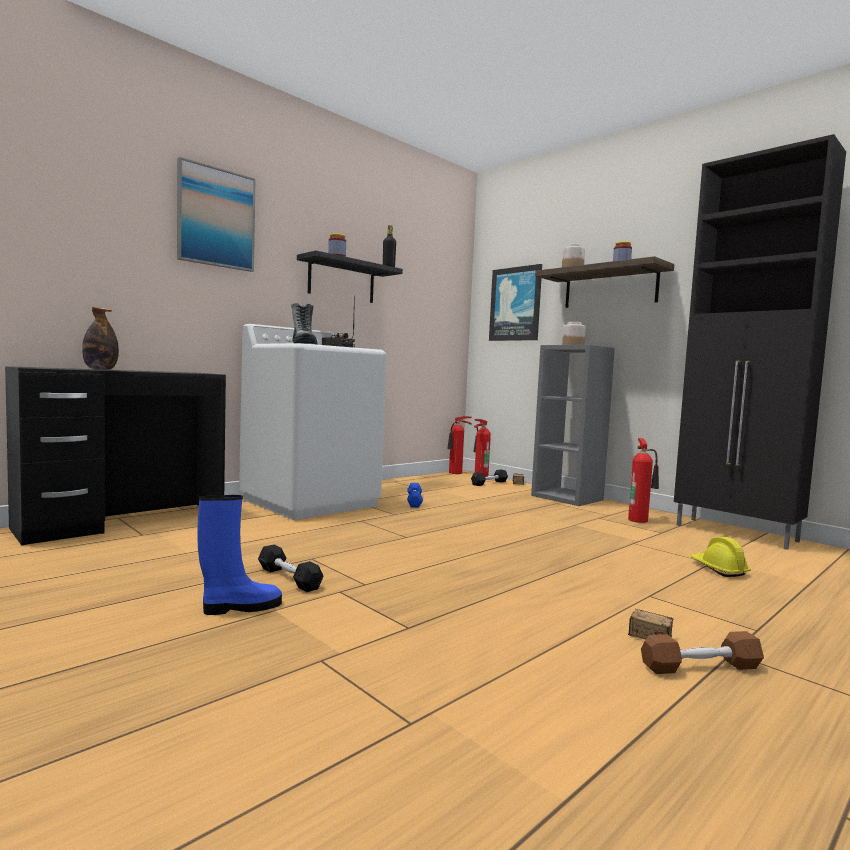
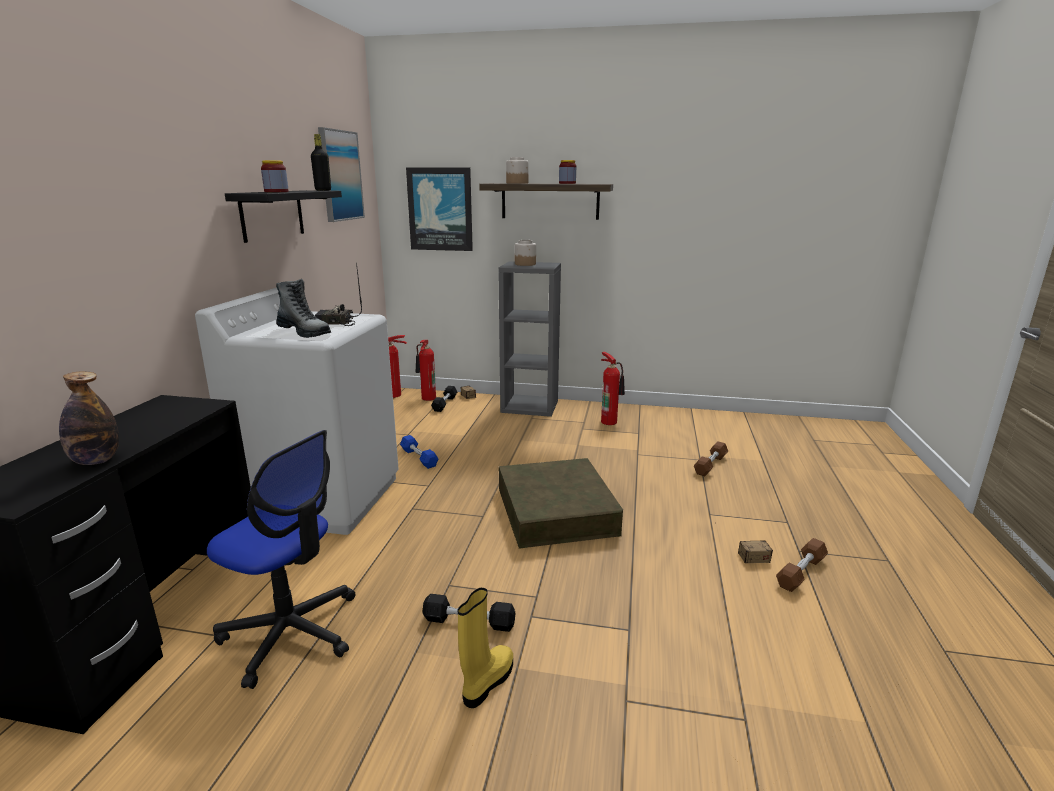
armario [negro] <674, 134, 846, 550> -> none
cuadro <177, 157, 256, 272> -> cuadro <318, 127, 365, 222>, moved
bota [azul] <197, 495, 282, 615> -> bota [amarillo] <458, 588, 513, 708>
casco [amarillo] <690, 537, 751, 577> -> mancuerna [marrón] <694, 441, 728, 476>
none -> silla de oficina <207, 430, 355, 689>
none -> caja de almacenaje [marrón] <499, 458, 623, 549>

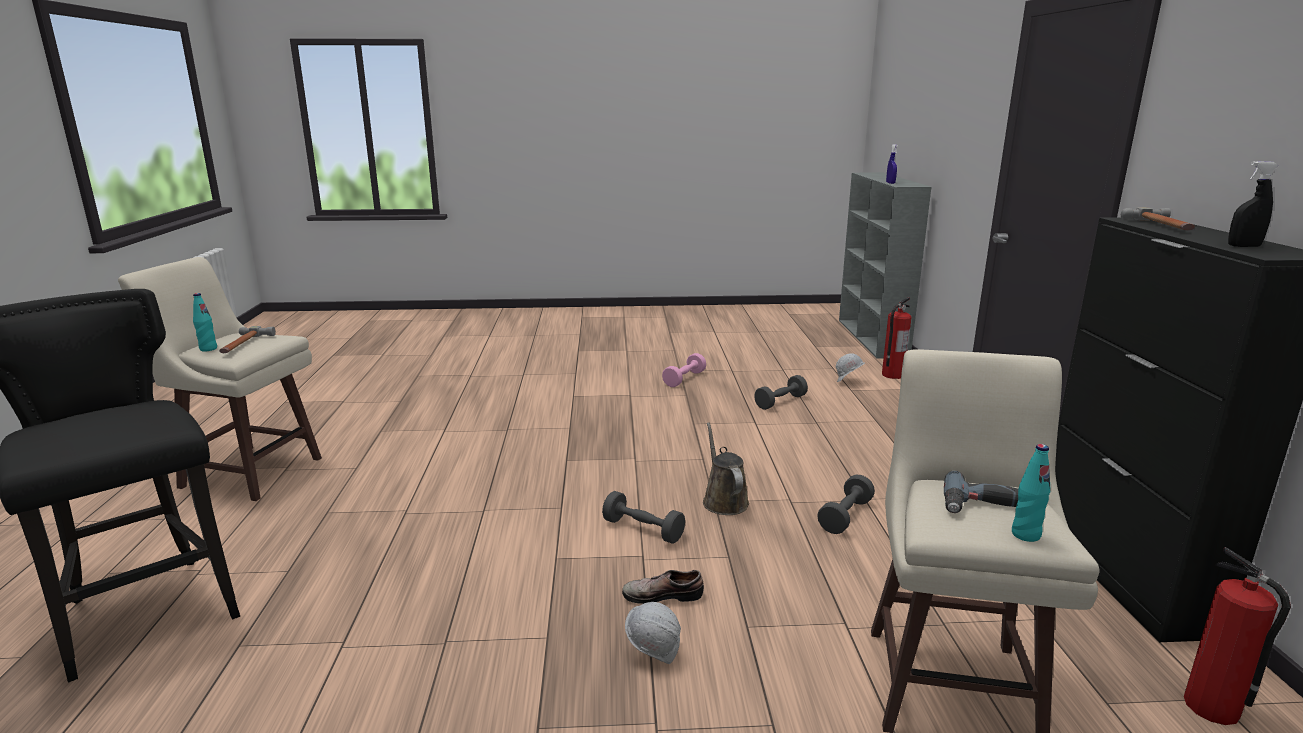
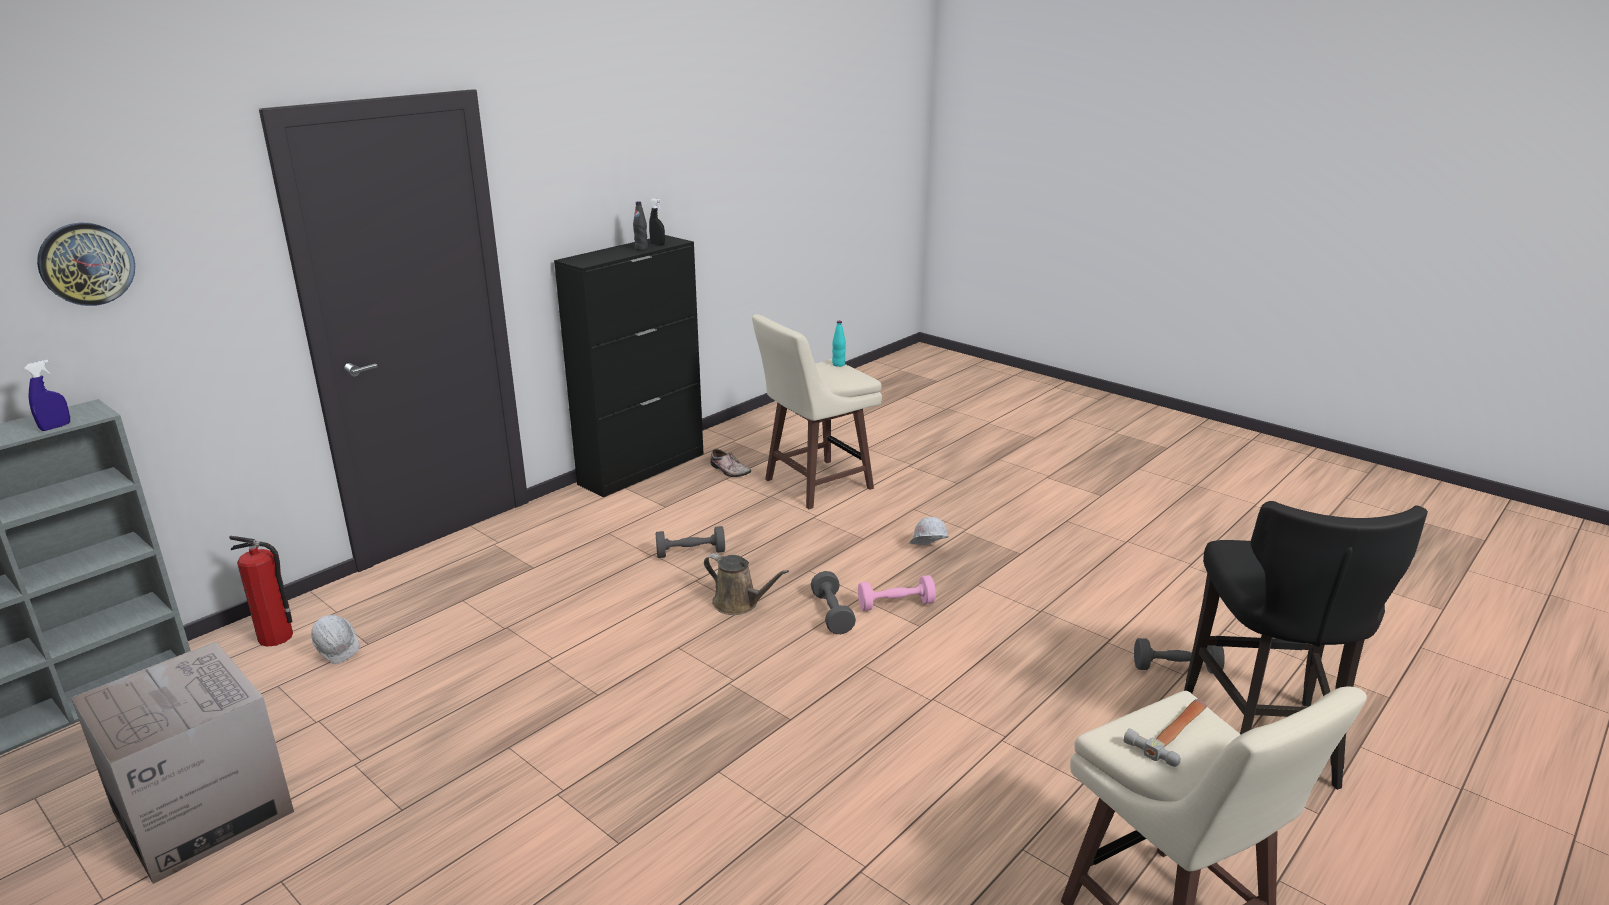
martillo <1121, 207, 1195, 231> -> none
botella [turquesa] <193, 293, 217, 351> -> none
mancuerna [rosa] <662, 353, 706, 387> -> mancuerna [rosa] <858, 575, 936, 611>, moved
mancuerna [gris] <754, 375, 808, 410> -> mancuerna [gris] <1134, 638, 1225, 673>, moved
regadera [marrón] <703, 422, 749, 515> -> regadera [marrón] <704, 553, 789, 615>, 90 degrees counterclockwise
taladro <944, 471, 1018, 513> -> none
extintor <1184, 547, 1291, 725> -> none
zapato <622, 570, 704, 604> -> zapato <710, 449, 751, 477>, moved
none -> botella [negro] <633, 201, 648, 251>
none -> reloj de pared <37, 222, 135, 306>
none -> caja de cartón <71, 641, 294, 884>

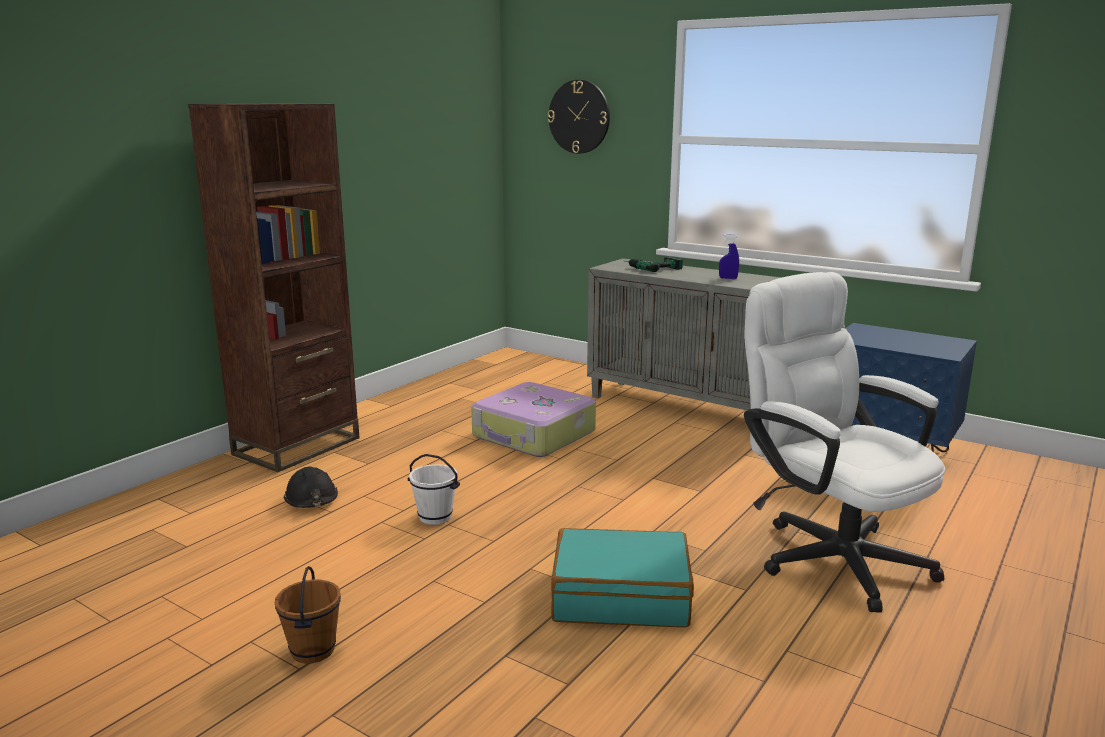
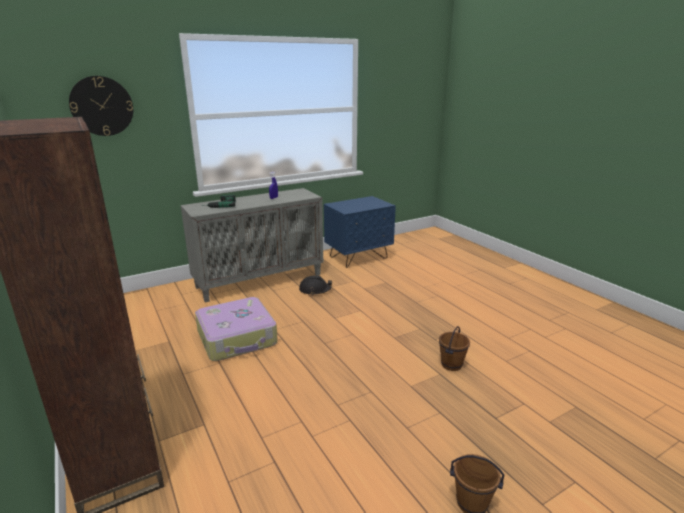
silla de oficina [blanco] <744, 272, 946, 613> -> none
cubo [blanco] <407, 454, 460, 525> -> none
casco [negro] <284, 467, 338, 508> -> casco [negro] <299, 275, 332, 296>, moved
maleta [turquesa] <551, 528, 694, 627> -> cubo [marrón] <439, 326, 470, 371>

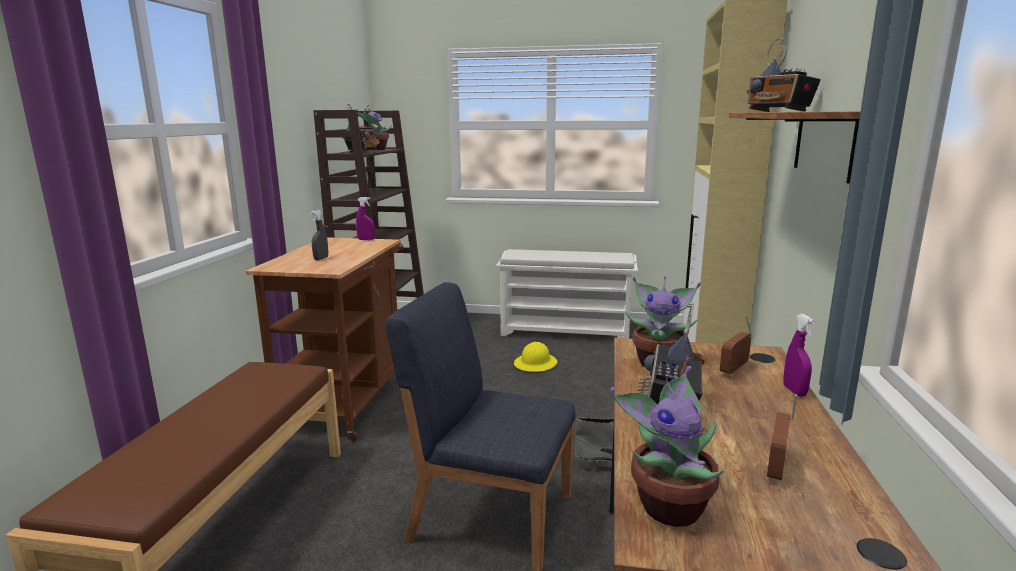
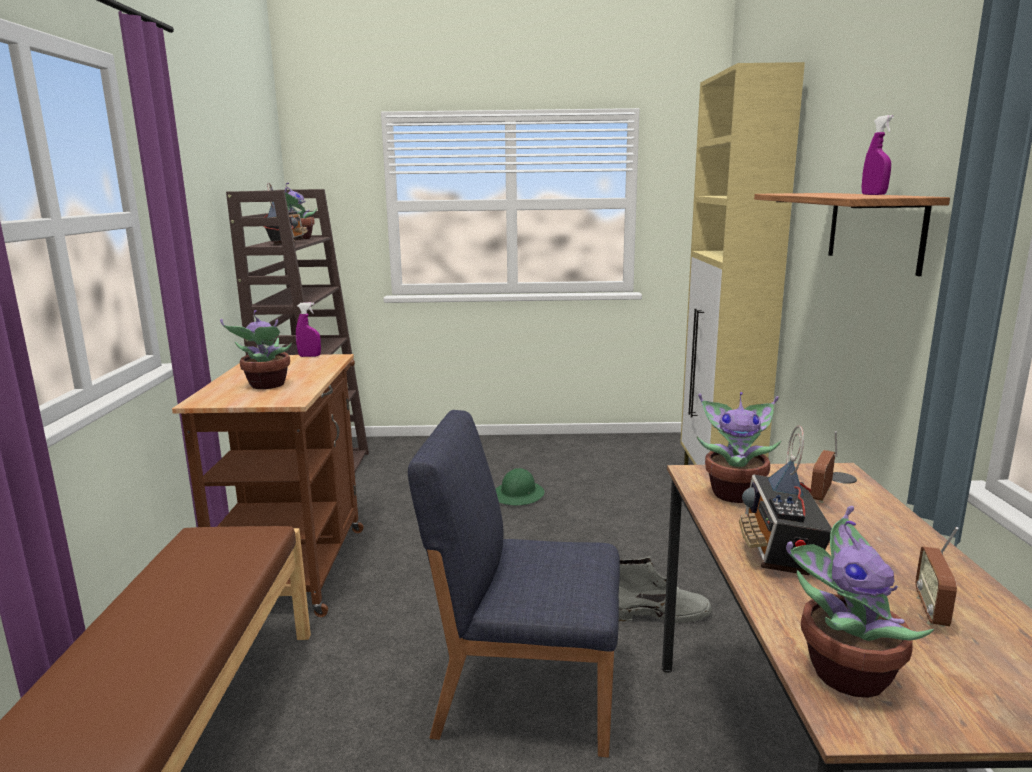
radio <747, 38, 821, 112> -> none
pulverizador [gris] <311, 210, 328, 260> -> planta en maceta <220, 310, 292, 389>
zapatero [blanco] <496, 249, 638, 339> -> none
pulverizador [morado] <783, 314, 815, 397> -> pulverizador [morado] <862, 115, 894, 195>, moved
casco [amarillo] <514, 342, 557, 372> -> casco [verde] <496, 468, 545, 505>

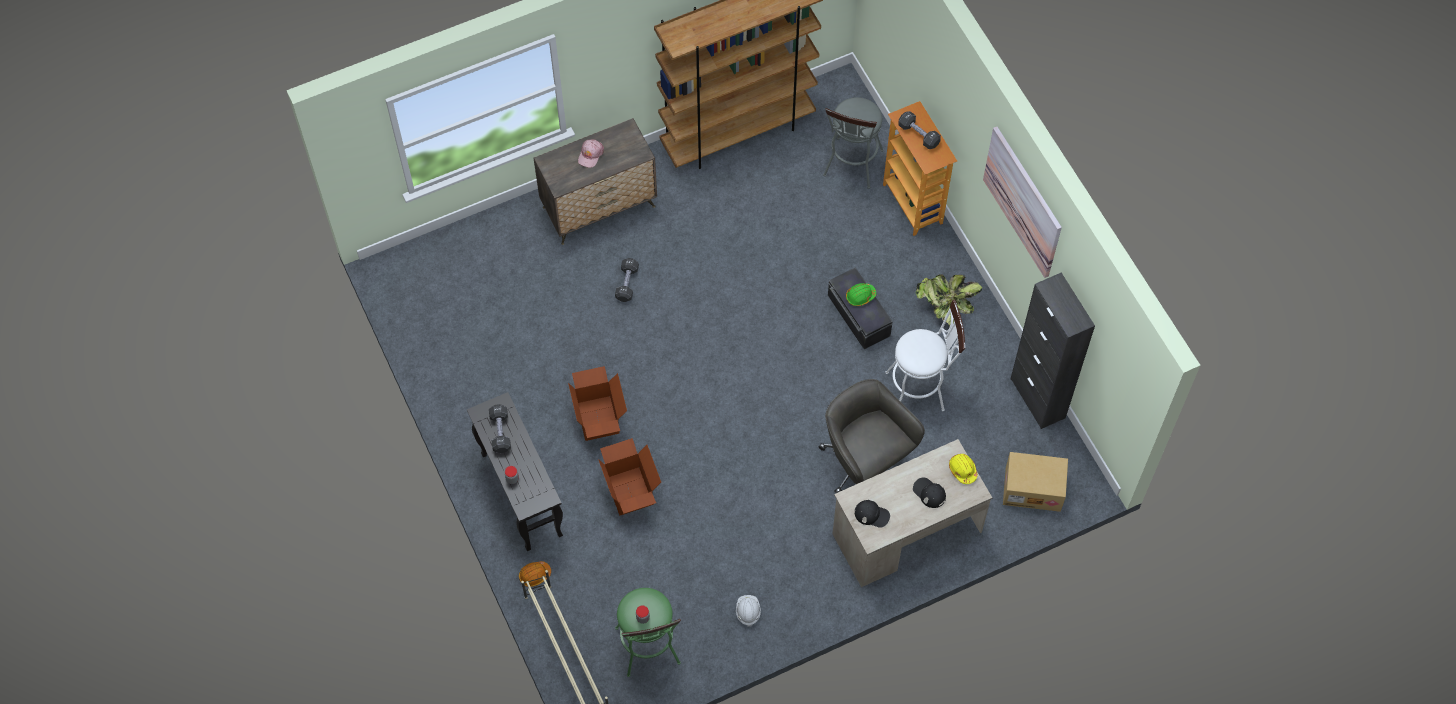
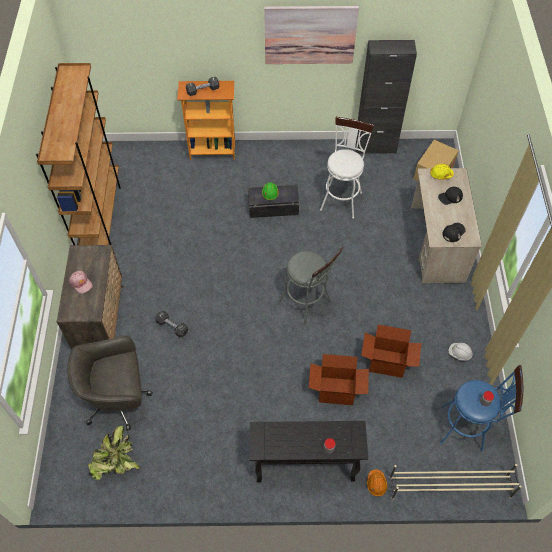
taburete [gris] <823, 97, 883, 189> -> taburete [gris] <278, 247, 344, 325>, moved
planta en maceta <916, 274, 982, 327> -> planta en maceta <88, 426, 140, 480>, moved
caja de cartón <568, 366, 627, 441> -> caja de cartón <361, 325, 422, 378>, moved
silla de oficina [gris] <819, 379, 925, 493> -> silla de oficina [gris] <67, 336, 153, 431>, moved
mancuerna [negro] <489, 404, 511, 453> -> none
taburete [verde] <615, 588, 681, 677> -> taburete [azul] <440, 365, 523, 451>

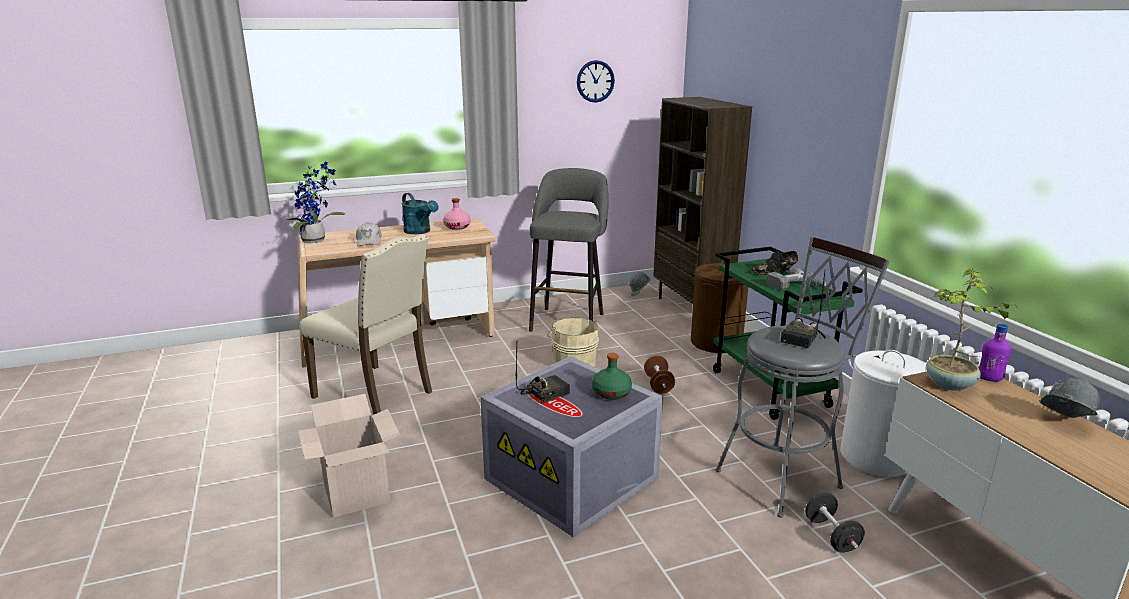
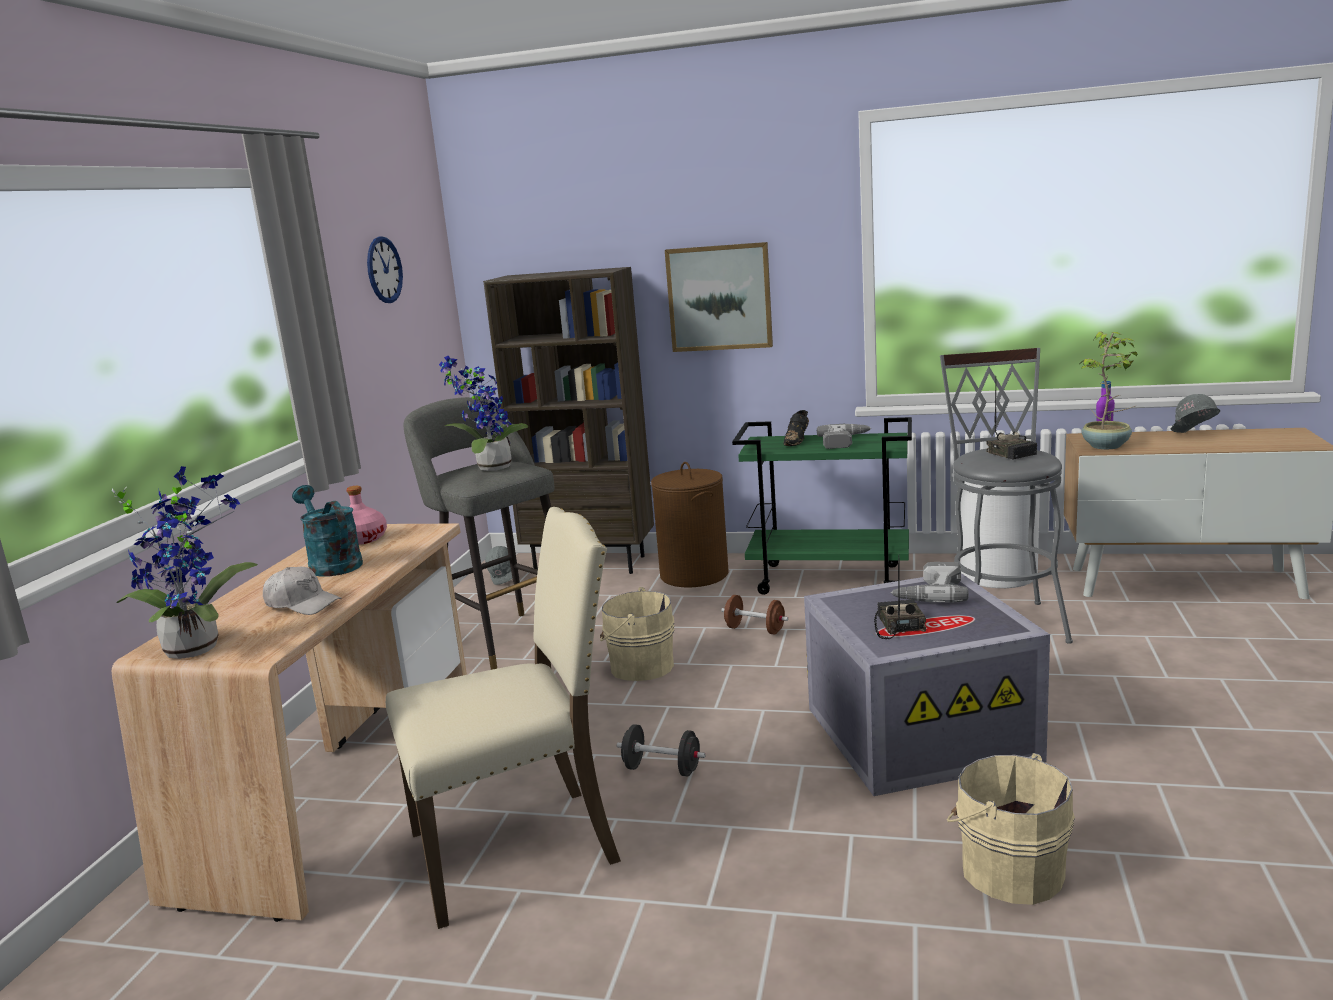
regadera [turquesa] <402, 193, 439, 234> -> regadera [turquesa] <292, 485, 363, 577>, 120 degrees counterclockwise
botella [verde] <592, 353, 632, 400> -> taladro <891, 562, 969, 603>
caja de cartón <298, 394, 400, 517> -> none
mancuerna [negro] <805, 492, 865, 553> -> mancuerna [negro] <617, 724, 706, 777>, moved
none -> cuadro <665, 242, 773, 352>
none -> planta en maceta <439, 356, 529, 471>
none -> cubo [beis] <947, 753, 1075, 905>

